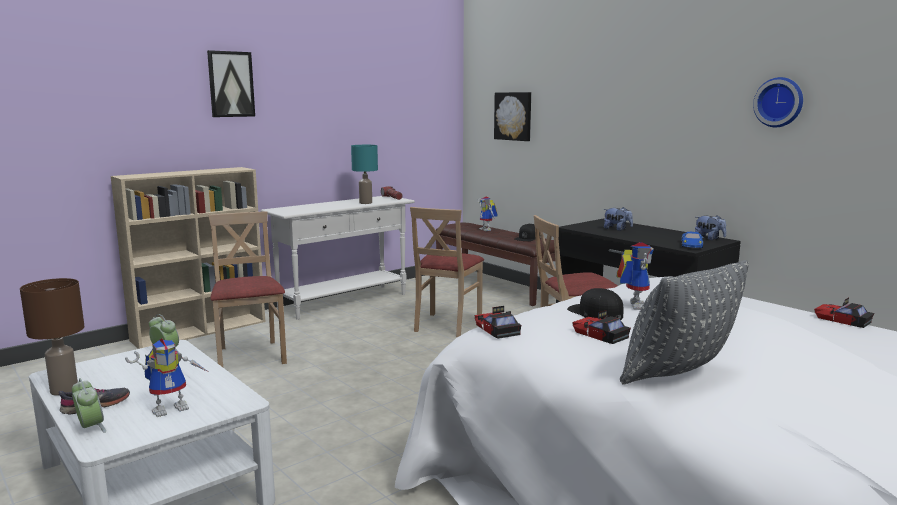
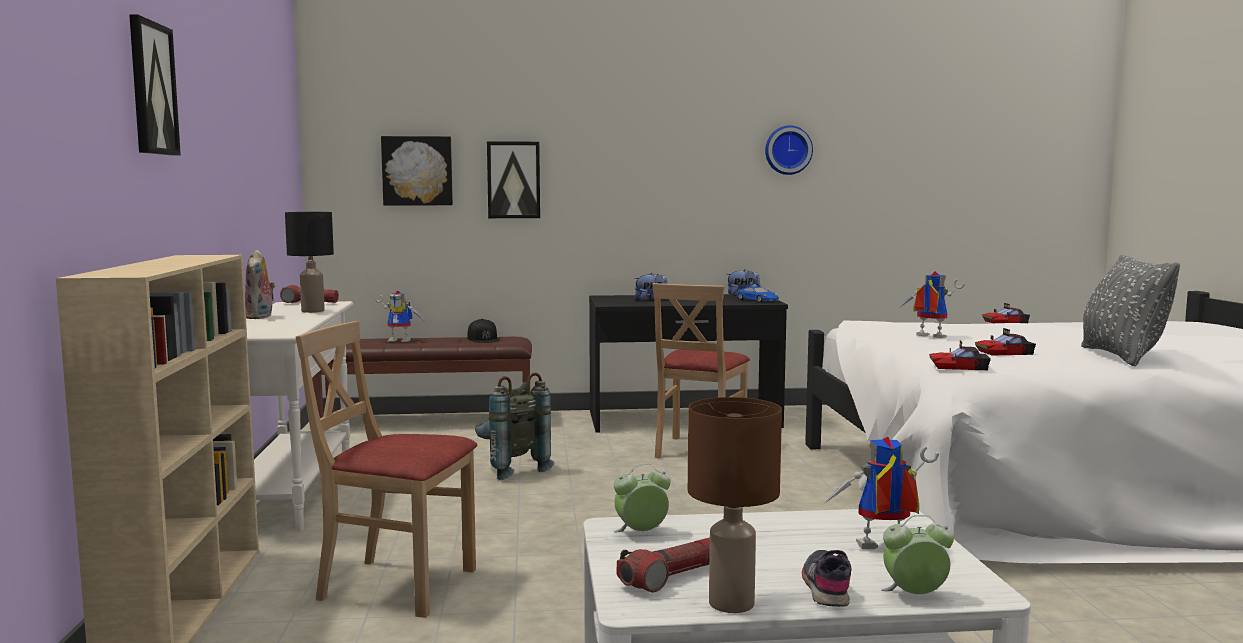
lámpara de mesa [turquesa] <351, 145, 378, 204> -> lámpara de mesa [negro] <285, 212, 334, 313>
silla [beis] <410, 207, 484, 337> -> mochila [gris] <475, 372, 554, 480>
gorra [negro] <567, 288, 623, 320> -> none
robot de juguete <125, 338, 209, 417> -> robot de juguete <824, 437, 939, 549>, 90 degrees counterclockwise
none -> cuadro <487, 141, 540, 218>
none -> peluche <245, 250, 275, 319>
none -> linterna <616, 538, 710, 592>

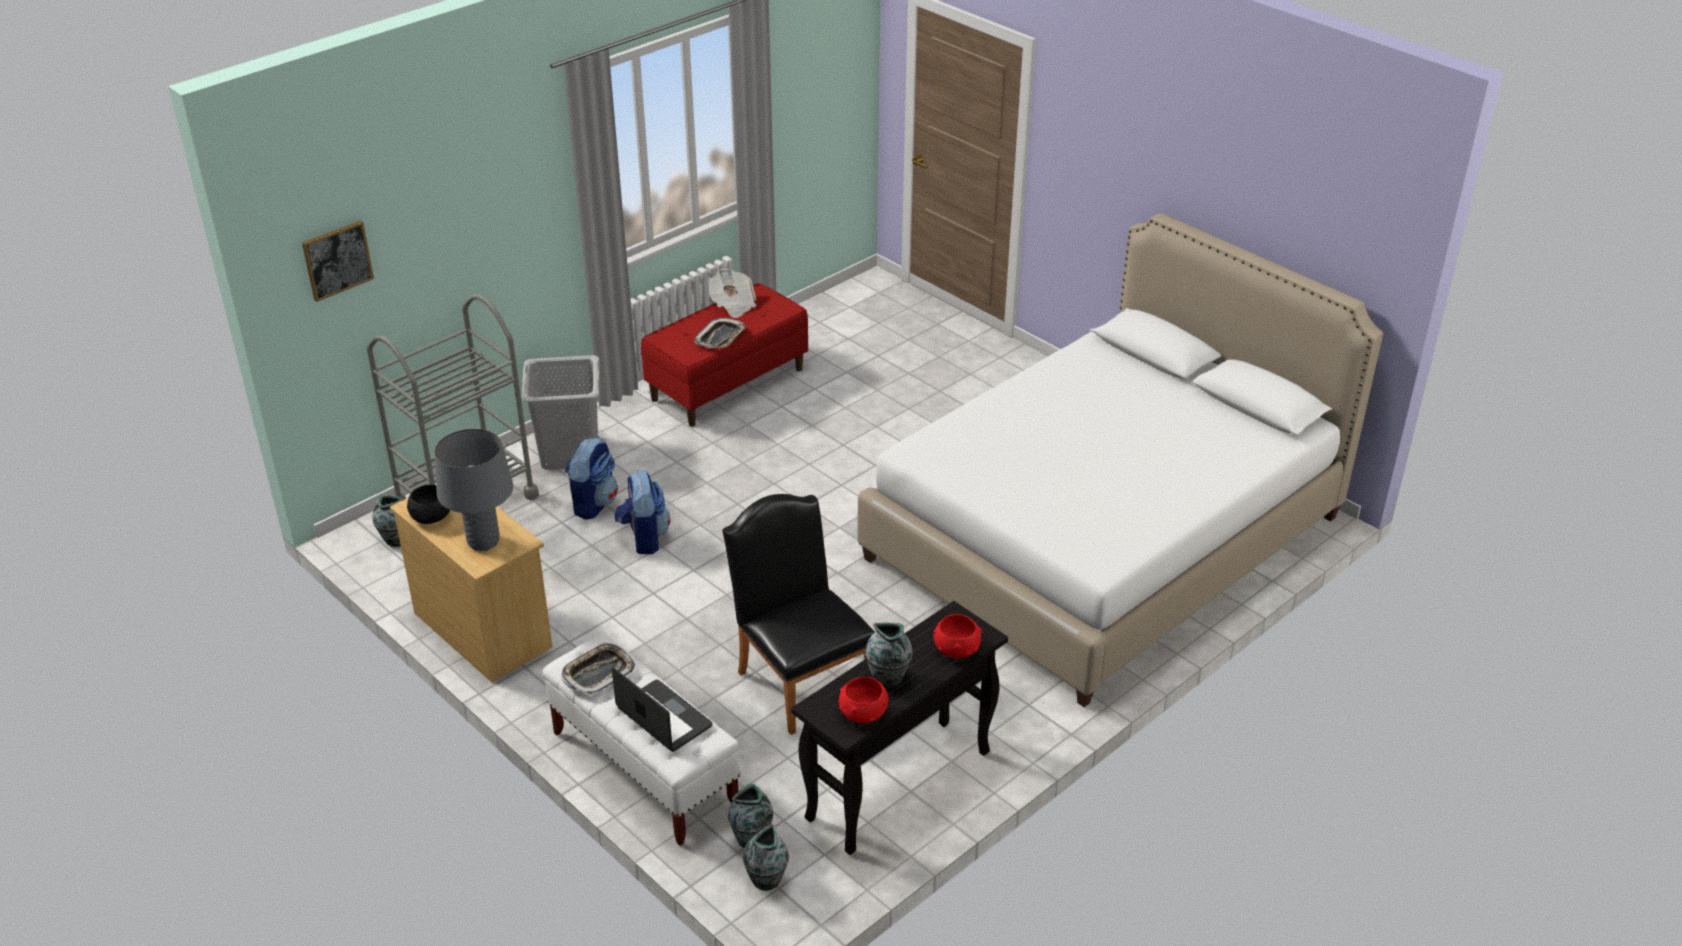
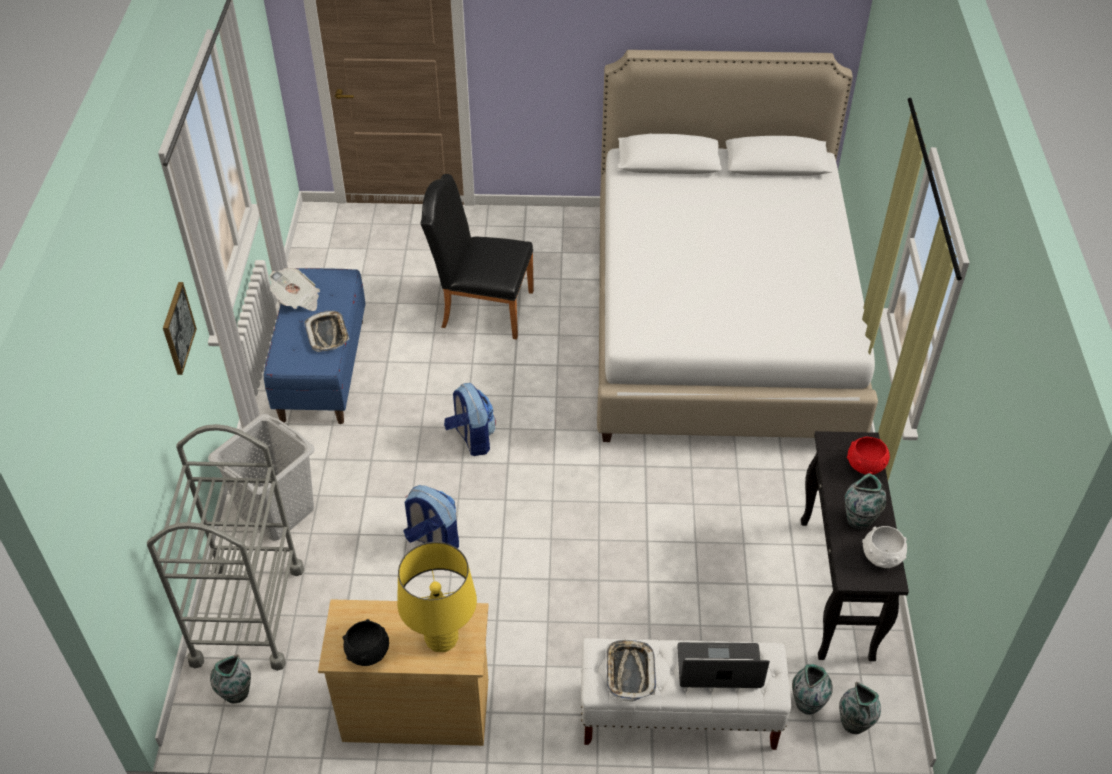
cuadro <302, 220, 374, 302> -> cuadro <163, 282, 197, 375>, moved
banco [rojo] <641, 283, 808, 427> -> banco [azul] <264, 268, 366, 424>
lámpara de mesa [gris] <435, 429, 513, 551> -> lámpara de mesa [amarillo] <397, 542, 477, 652>
mochila <565, 438, 618, 520> -> mochila <444, 383, 496, 456>, moved
silla [negro] <722, 494, 875, 735> -> silla [negro] <420, 174, 534, 340>, moved
cuenco [rojo] <839, 677, 888, 723> -> cuenco [blanco] <862, 526, 907, 568>

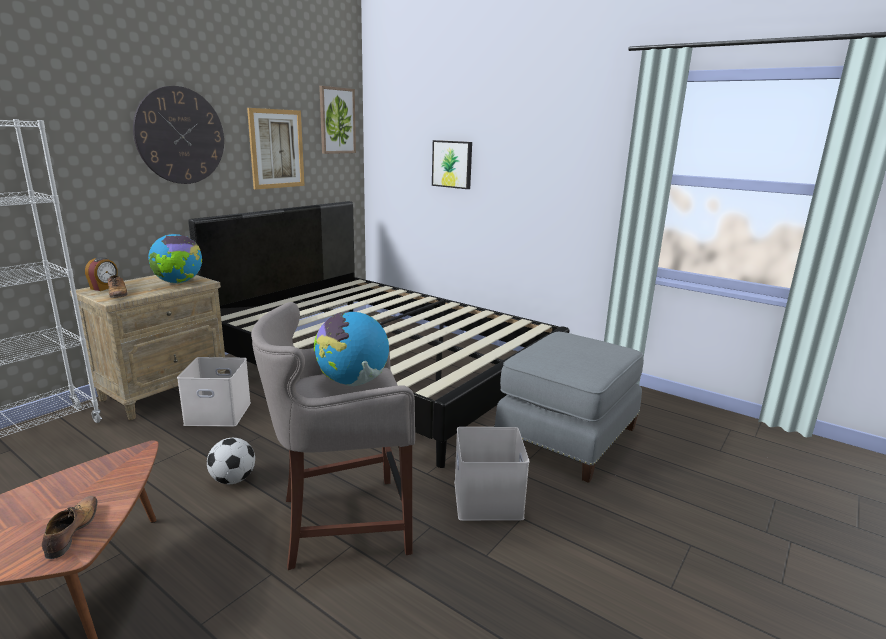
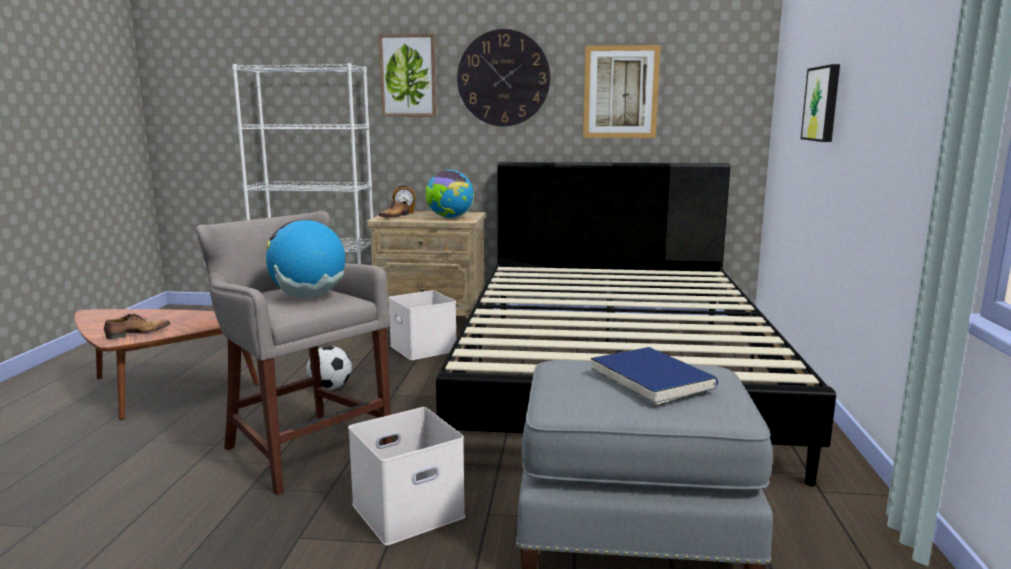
cuadro <319, 86, 356, 154> -> cuadro <379, 34, 436, 116>, moved
none -> libro [azul] <590, 347, 718, 405>

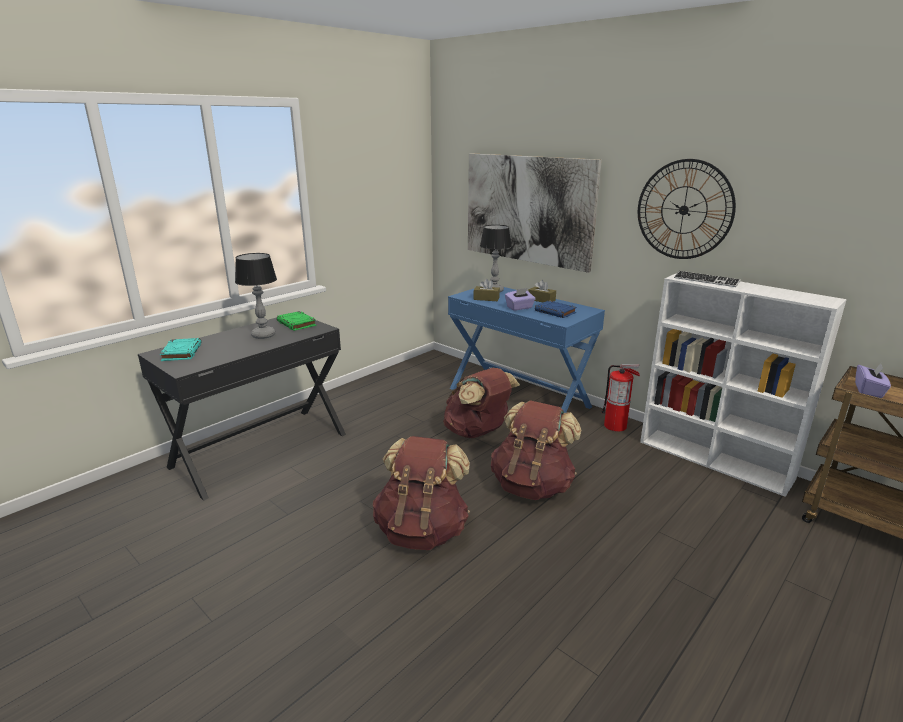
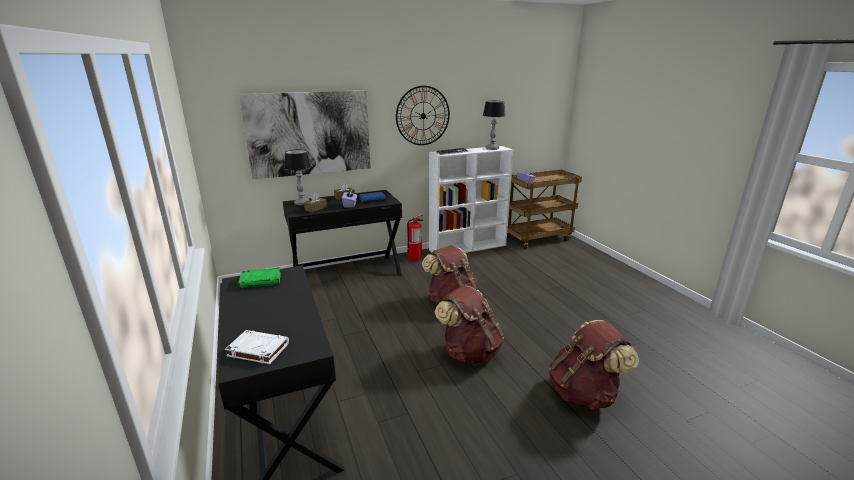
lámpara de mesa <235, 253, 277, 339> -> lámpara de mesa <483, 101, 506, 150>, moved
escritorio [azul] <448, 286, 605, 413> -> escritorio [negro] <283, 190, 402, 276>
libro [turquesa] <160, 338, 201, 361> -> libro [blanco] <225, 330, 289, 364>
mochila [marrón] <443, 368, 520, 438> -> mochila [marrón] <549, 320, 639, 410>, moved

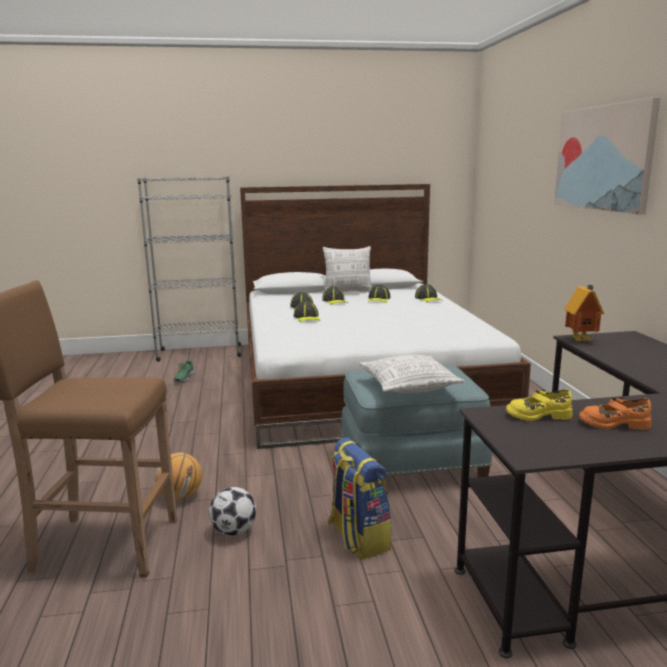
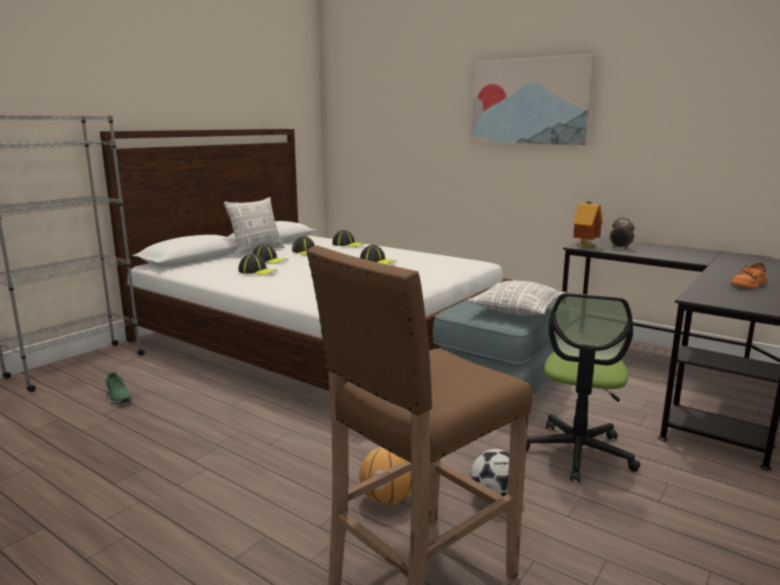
gorra <294, 301, 321, 322> -> gorra <360, 245, 397, 264>, moved
zapato [amarillo] <506, 389, 573, 421> -> none
mochila <328, 438, 391, 560> -> silla de oficina <526, 293, 640, 482>
none -> despertador <610, 218, 635, 250>

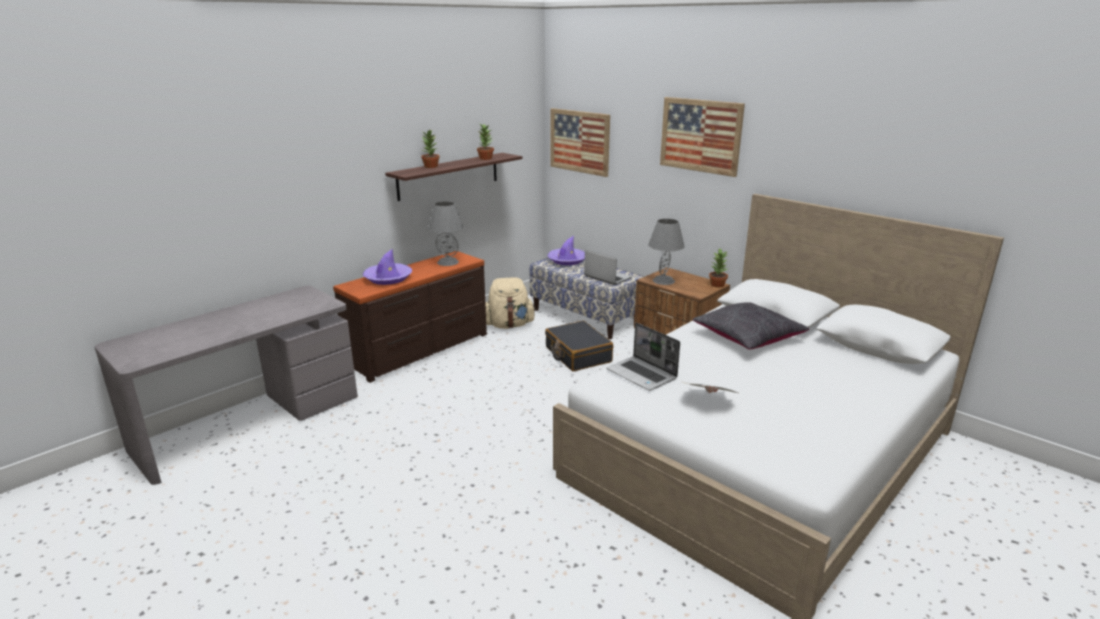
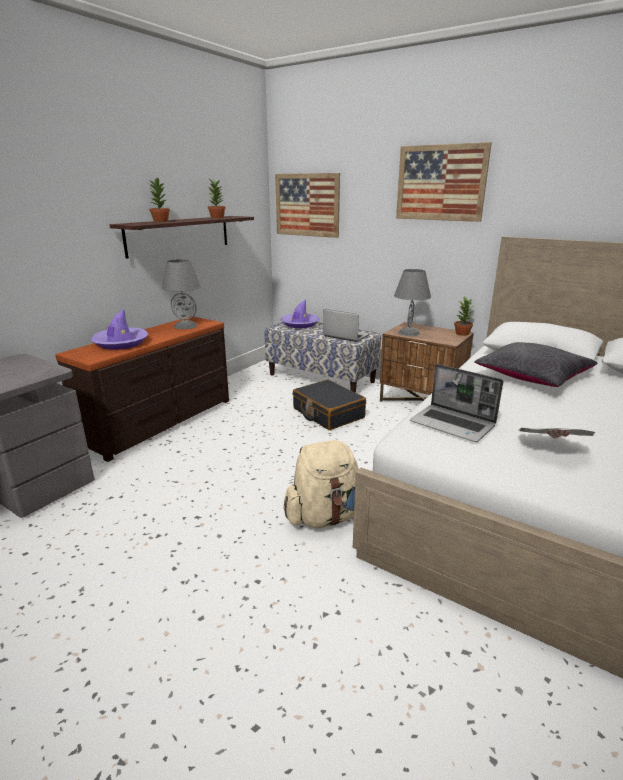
mochila [beis] <485, 277, 536, 329> -> mochila [beis] <284, 440, 359, 528>, moved

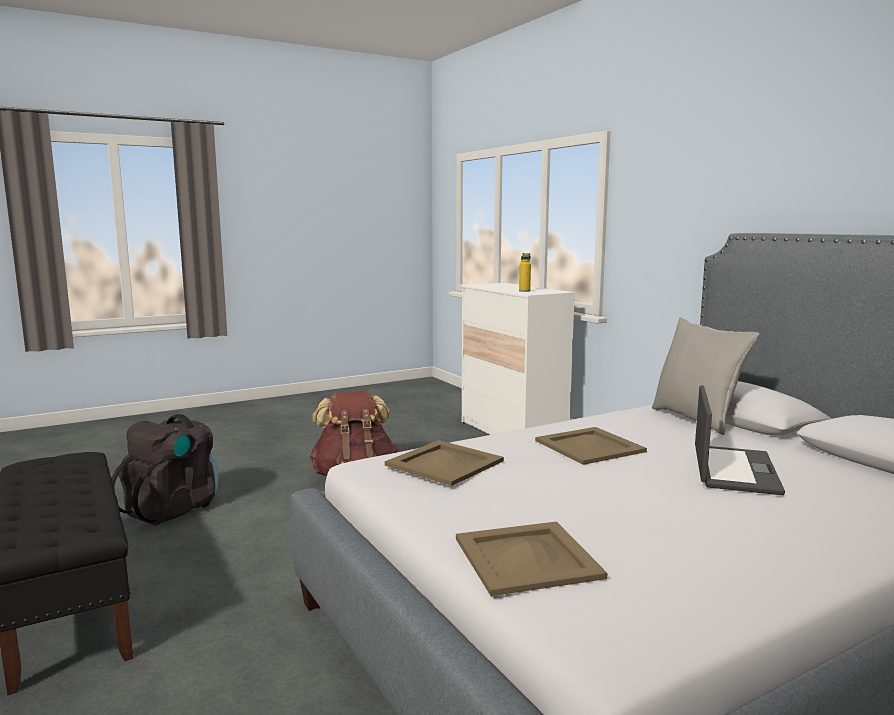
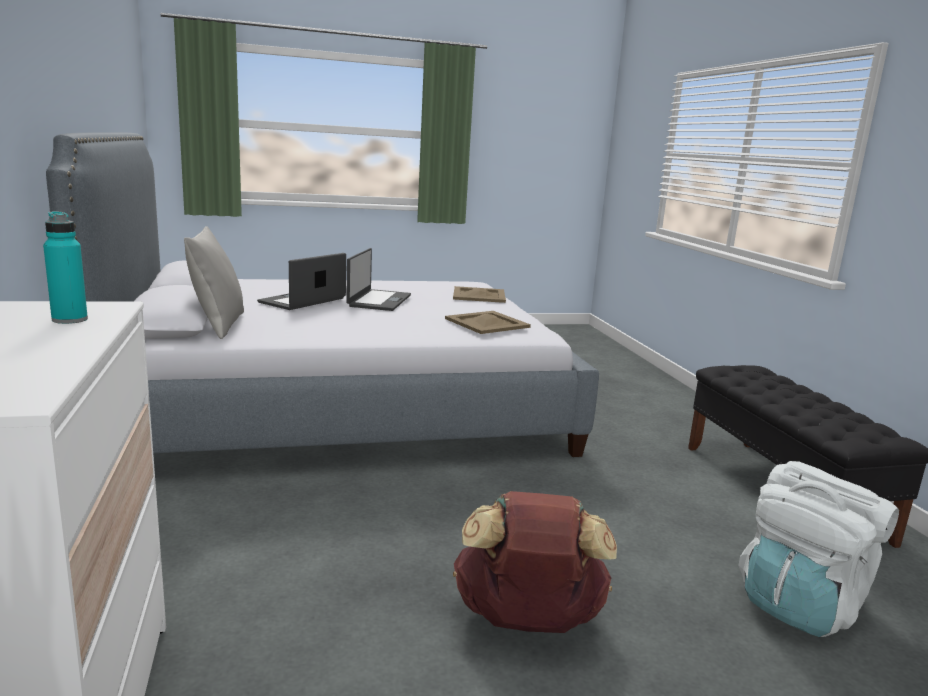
botella [amarillo] <519, 253, 531, 292> -> botella [turquesa] <43, 211, 88, 324>
mochila [negro] <112, 414, 218, 526> -> mochila [blanco] <738, 461, 899, 637>
bandeja [beis] <535, 427, 647, 465> -> none
none -> portátil <346, 248, 411, 311>

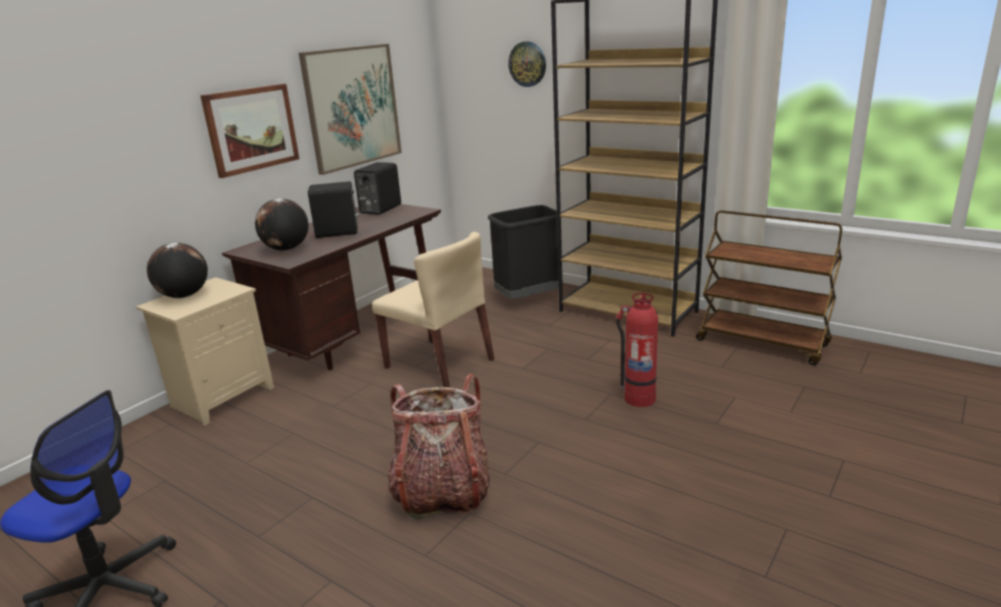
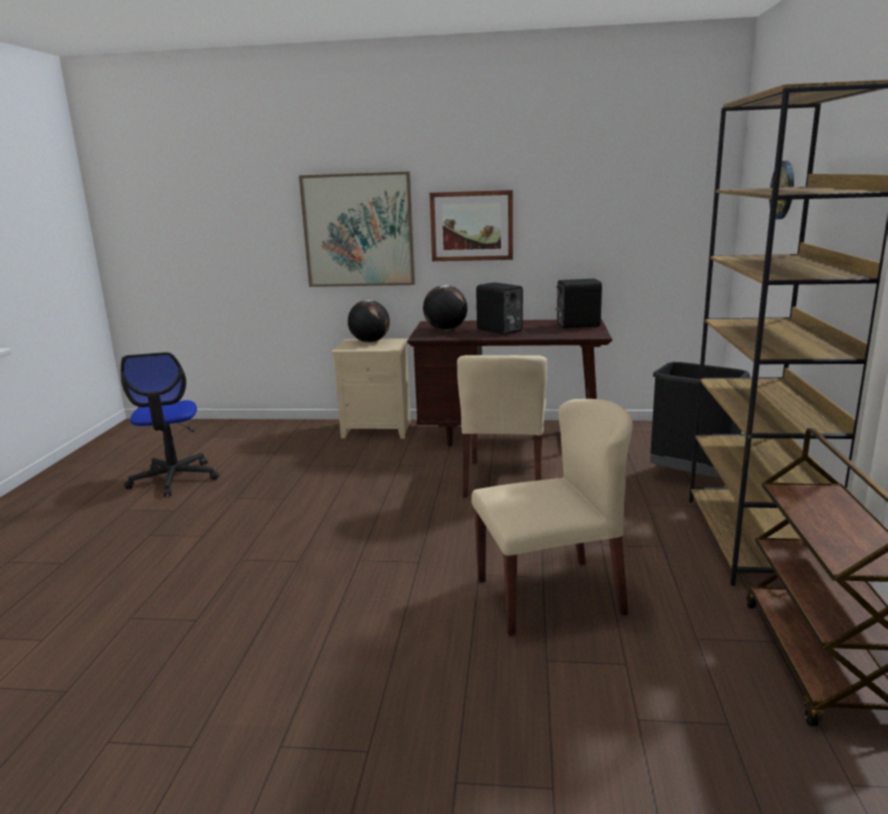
cuadro <299, 44, 402, 175> -> cuadro <299, 172, 415, 287>, moved
extintor <616, 293, 658, 407> -> silla [beis] <471, 399, 633, 636>
mochila <387, 374, 490, 519> -> none

